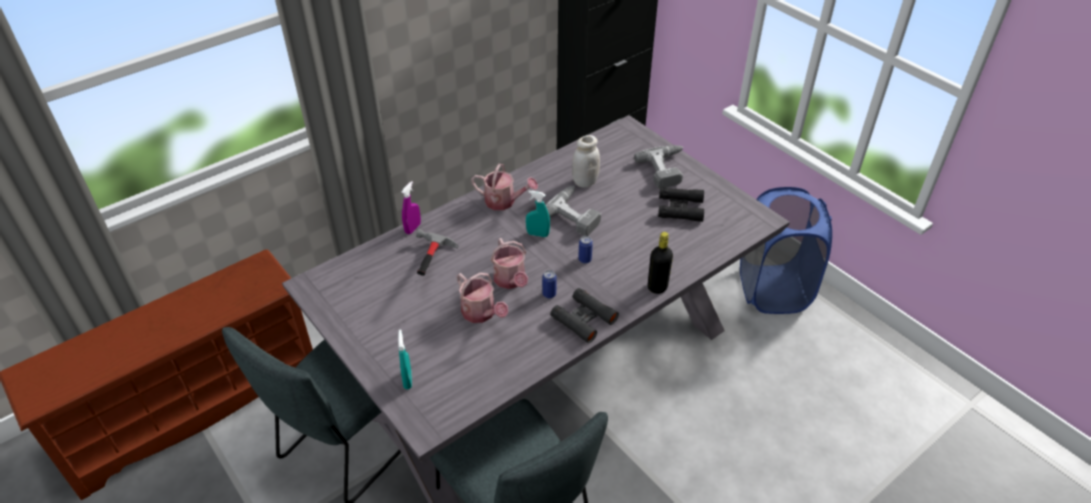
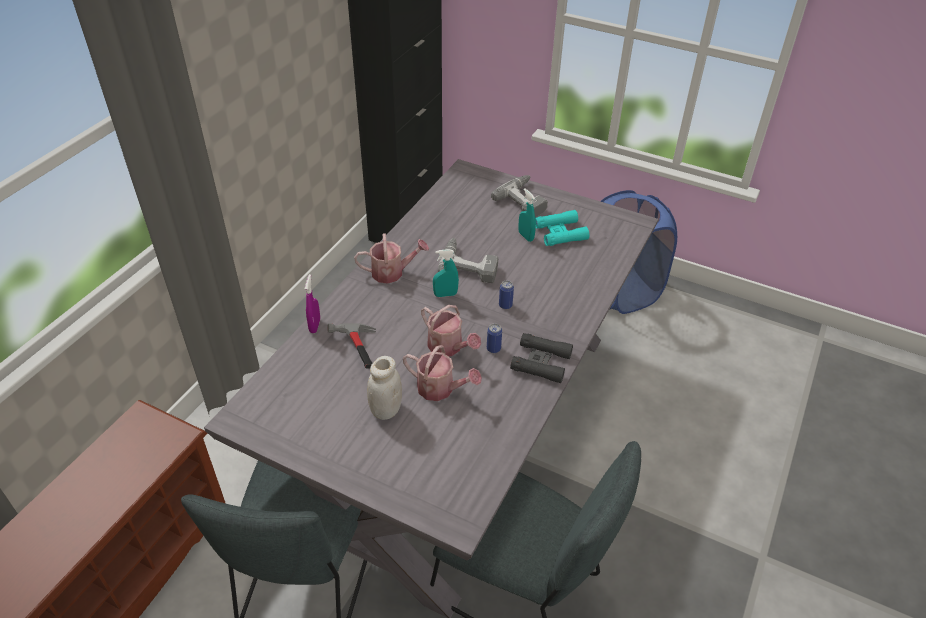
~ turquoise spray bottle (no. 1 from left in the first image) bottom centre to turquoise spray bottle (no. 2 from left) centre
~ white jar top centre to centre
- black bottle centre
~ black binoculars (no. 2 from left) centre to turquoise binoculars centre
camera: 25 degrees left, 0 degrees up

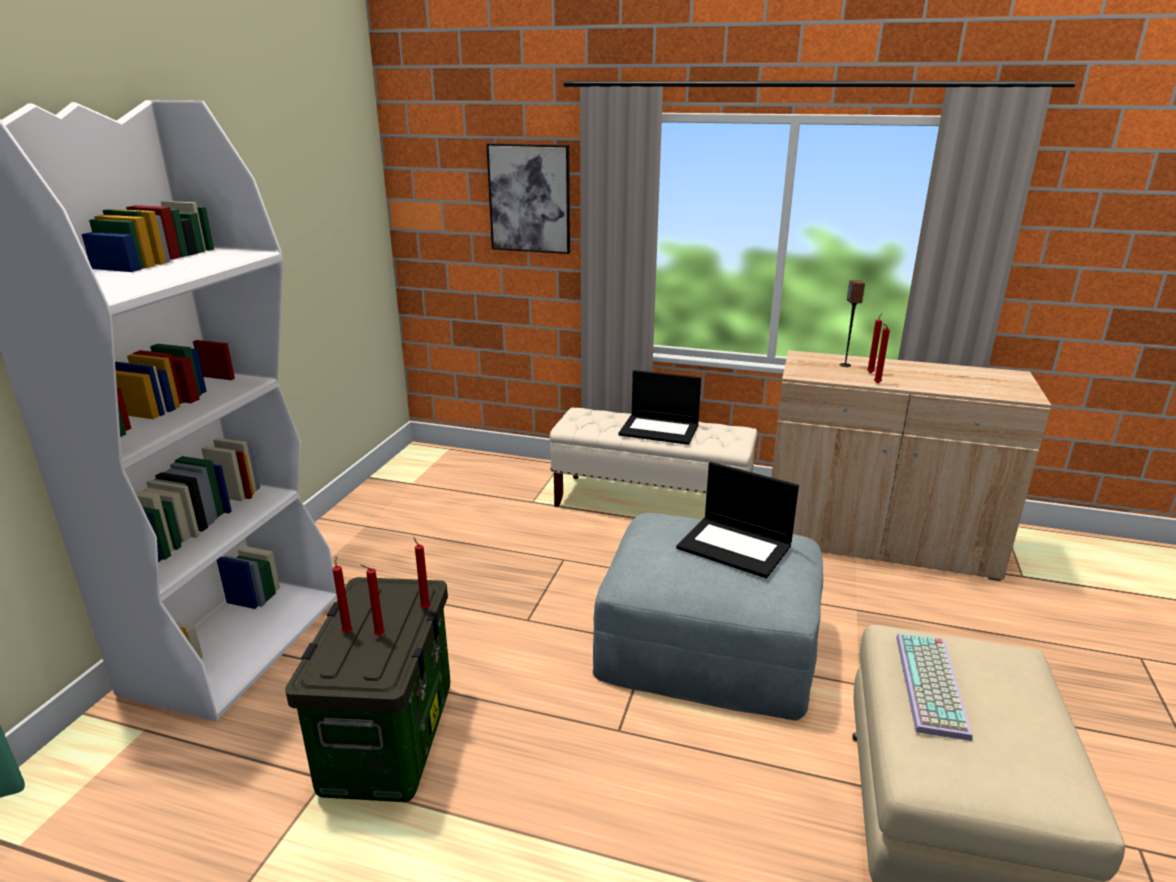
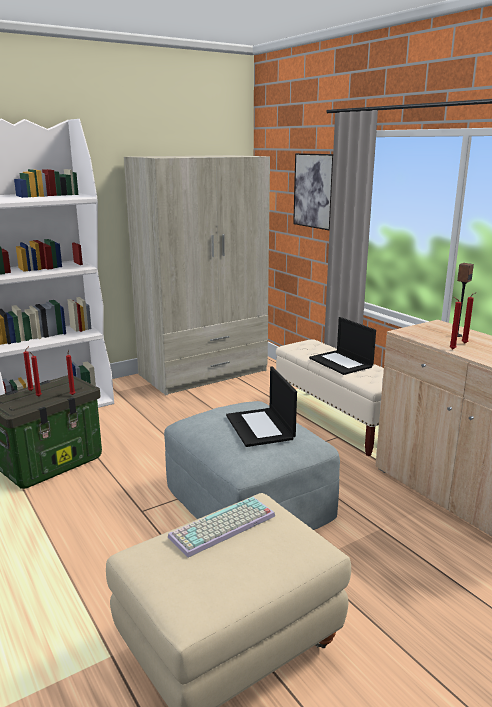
+ beige wardrobe centre
camera: 40 degrees right, 5 degrees down

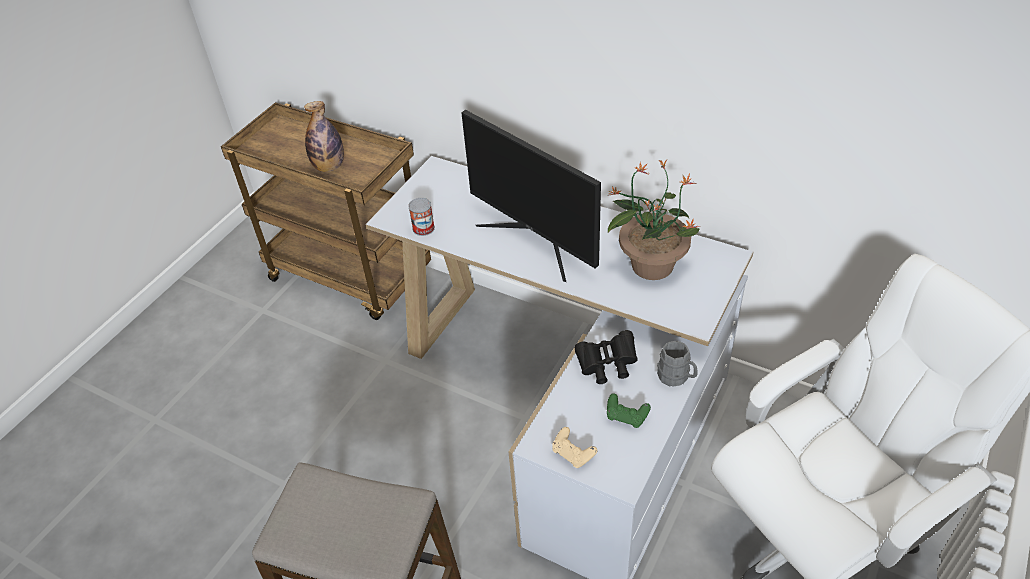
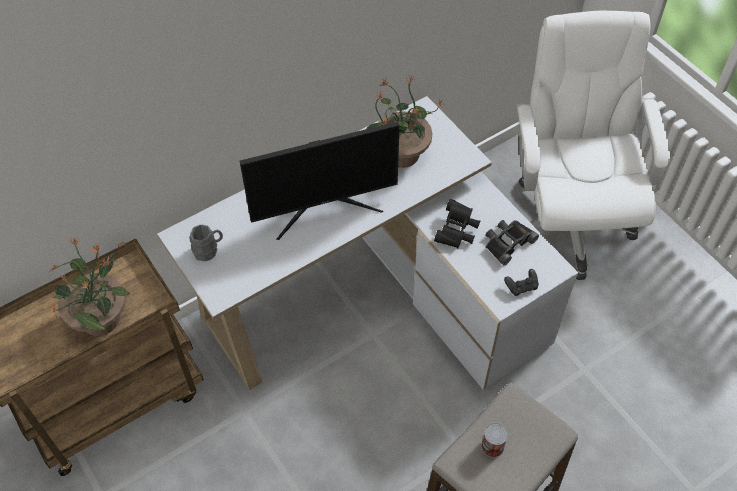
~ bottle top left to potted plant (no. 1 from left) middle left
~ can centre to bottom right
~ beige game controller bottom centre to black game controller middle right
~ green game controller bottom centre to black binoculars (no. 2 from left) middle right
~ grey mug centre to middle left
camera: 65 degrees left, 10 degrees up

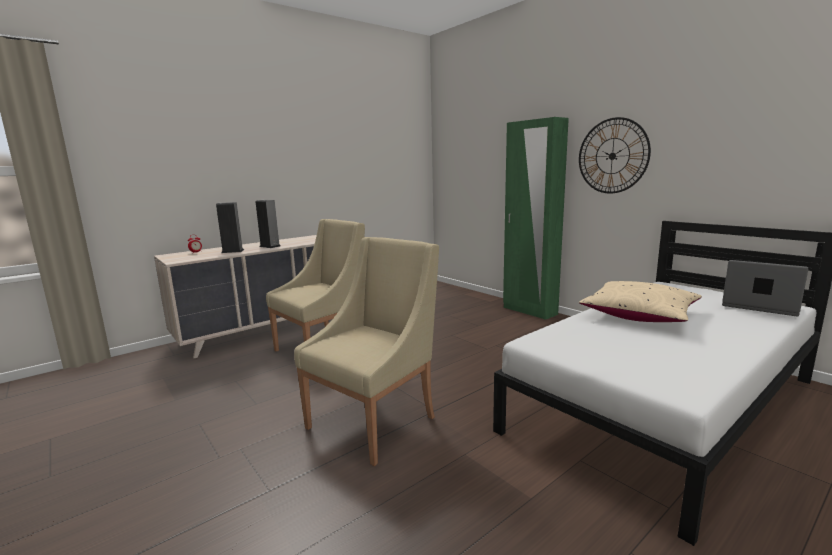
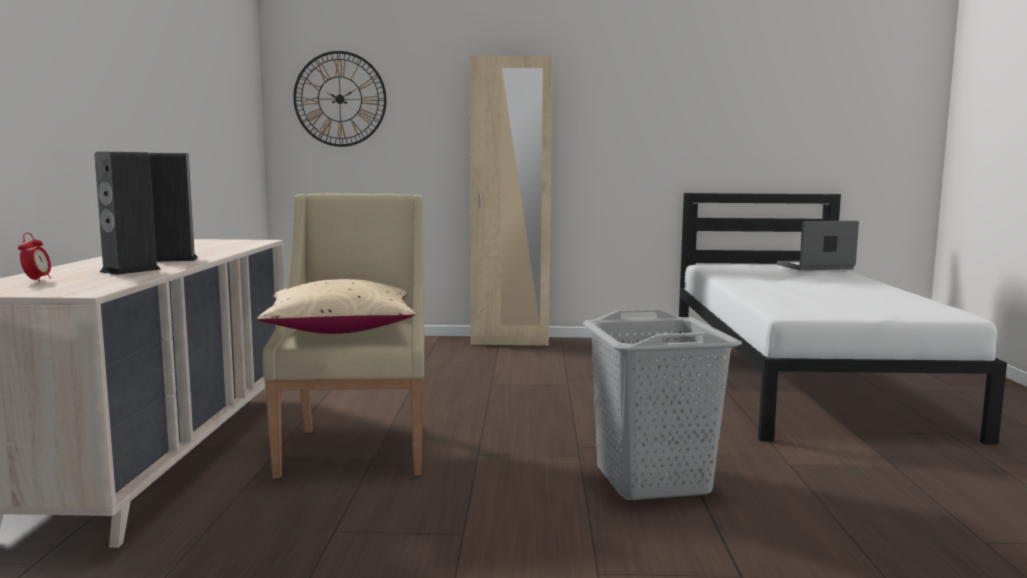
~ beige armchair (no. 2 from left) centre to grey laundry basket bottom centre
~ green wardrobe centre to beige wardrobe centre
~ wall clock top right to top left
~ beige pillow middle right to middle left
camera: 50 degrees left, 5 degrees down

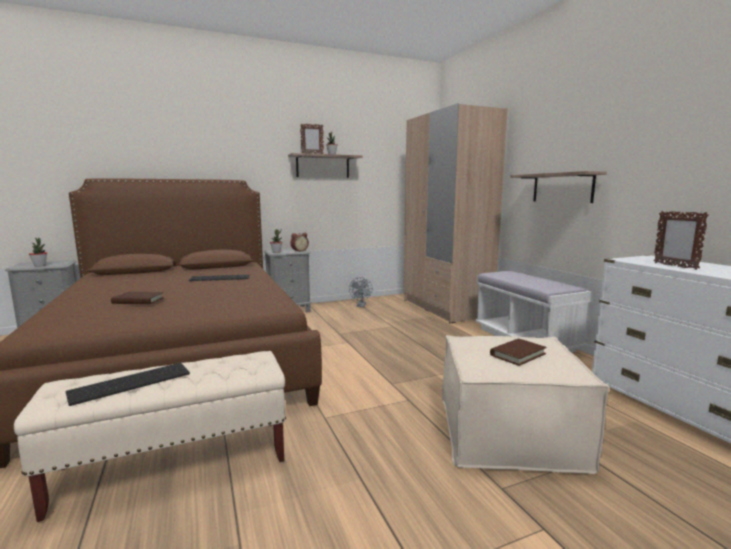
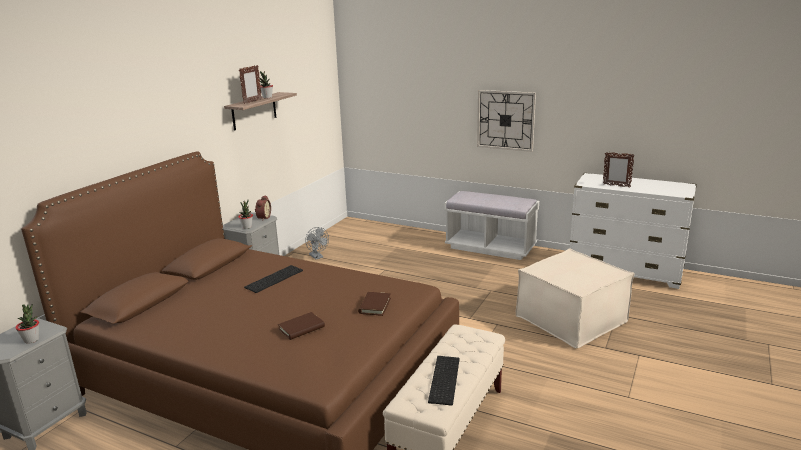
- beige wardrobe centre
~ brown book (no. 2 from left) middle right to bottom centre
~ shelf (no. 2 from left) middle right to wall clock top centre
camera: 40 degrees left, 10 degrees up

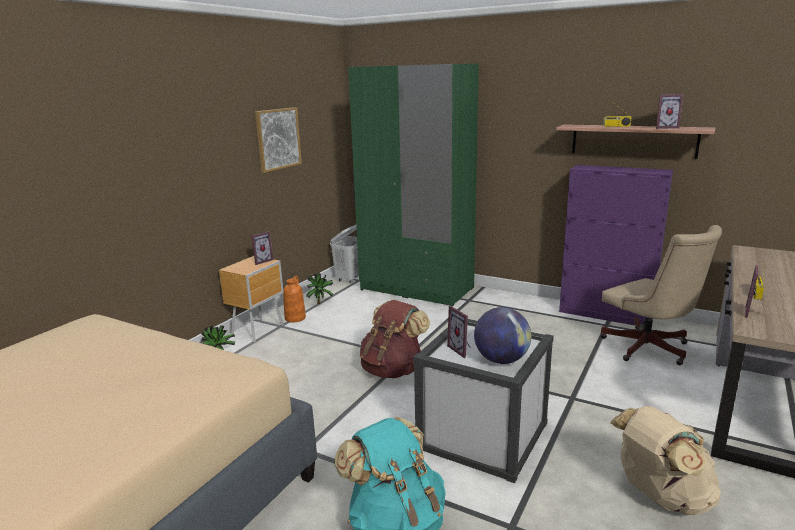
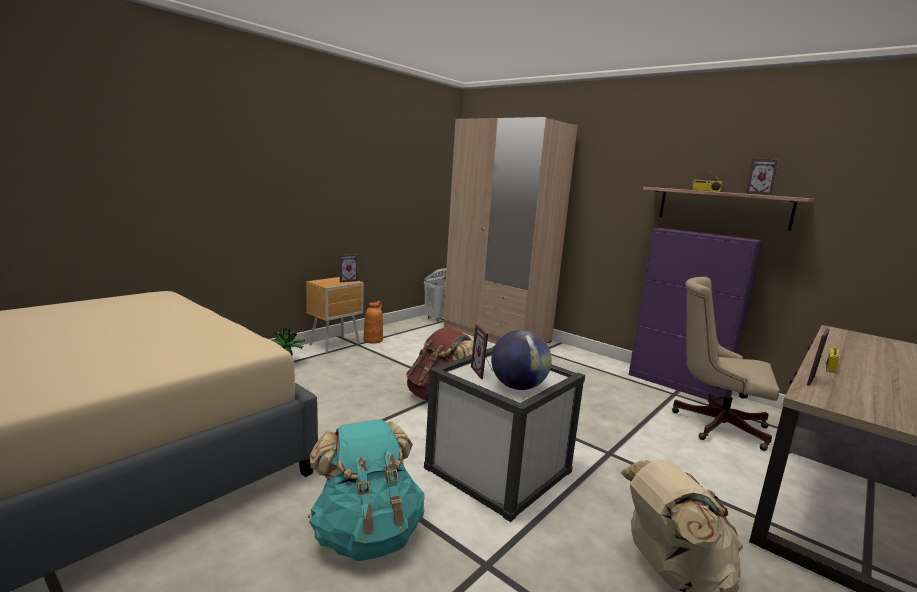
- picture top centre
- potted plant (no. 2 from left) centre
~ green wardrobe centre to beige wardrobe centre
~ beige office chair middle right = middle right 135 degrees clockwise
camera: 10 degrees right, 5 degrees down

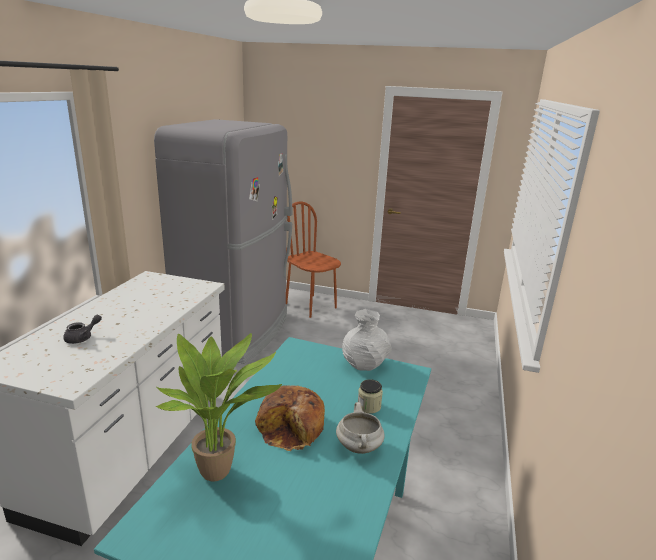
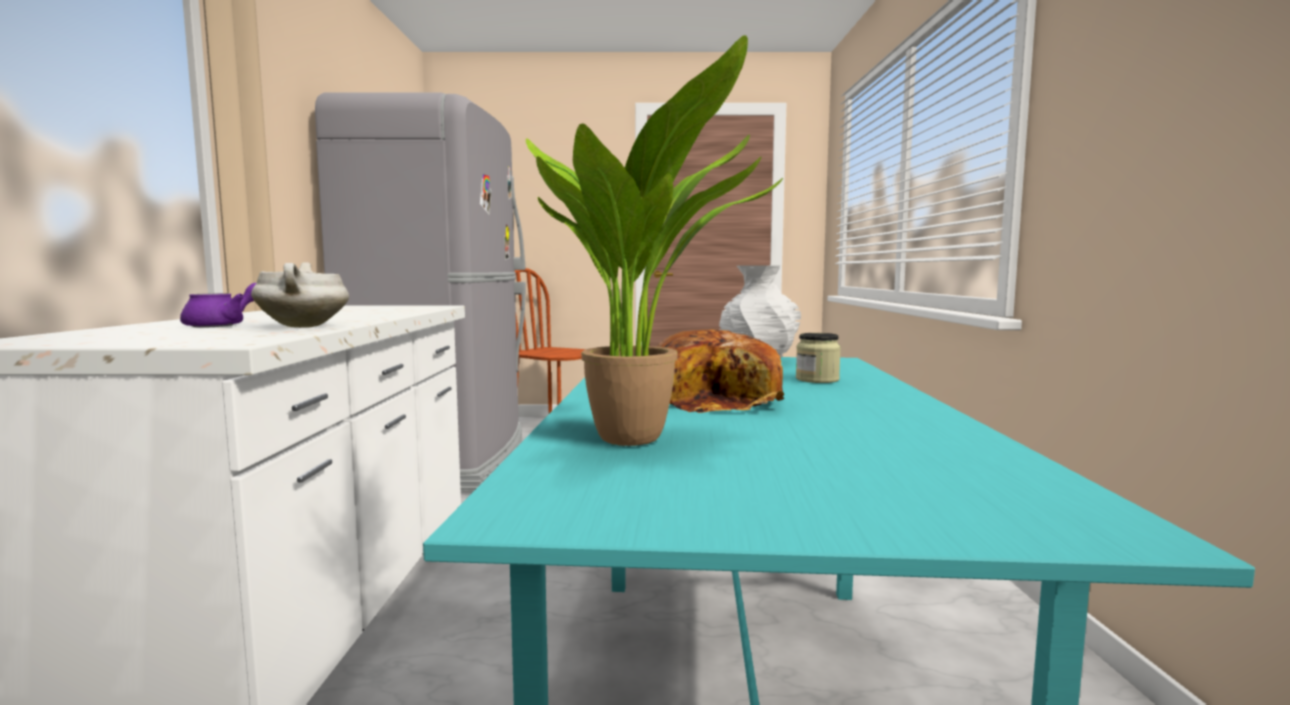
~ grey teapot middle left to purple teapot middle left
~ white cooking pot bottom centre to middle left
camera: 15 degrees left, 15 degrees down

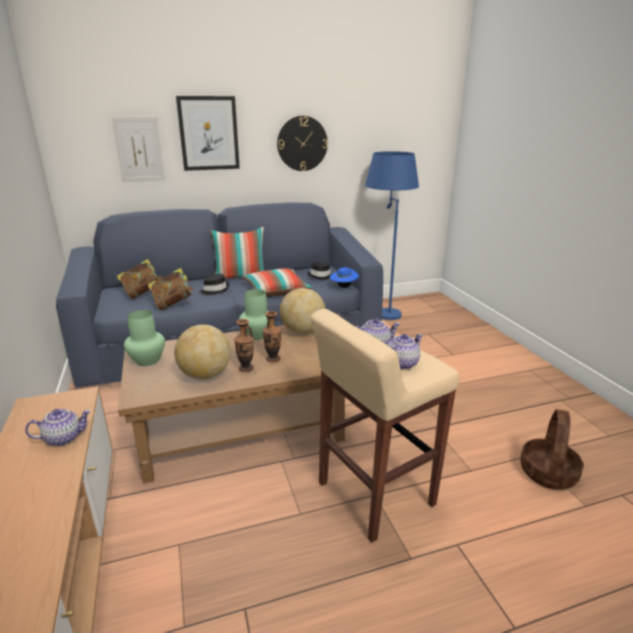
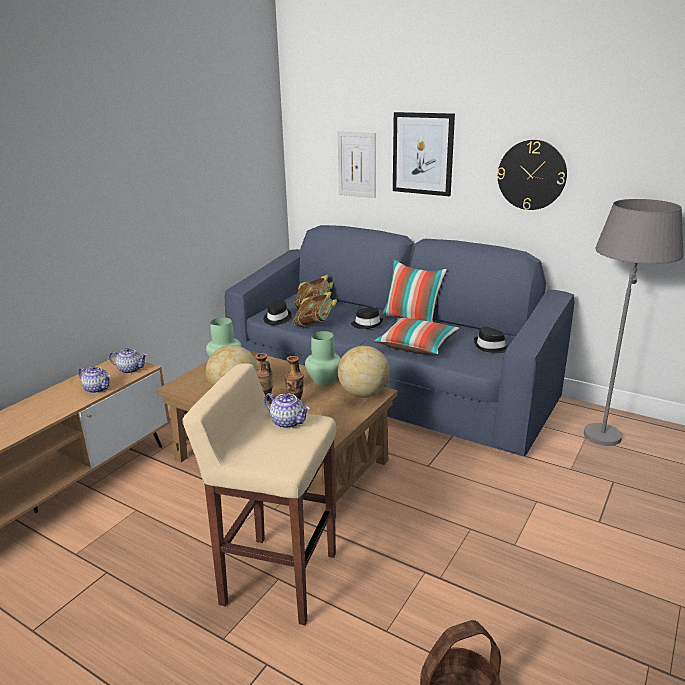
- blue hat centre
~ blue floor lamp centre to grey floor lamp middle right
~ teapot (no. 3 from left in the first image) centre to teapot (no. 2 from left) middle left
+ black hat (no. 1 from left) centre
camera: 50 degrees right, 0 degrees up

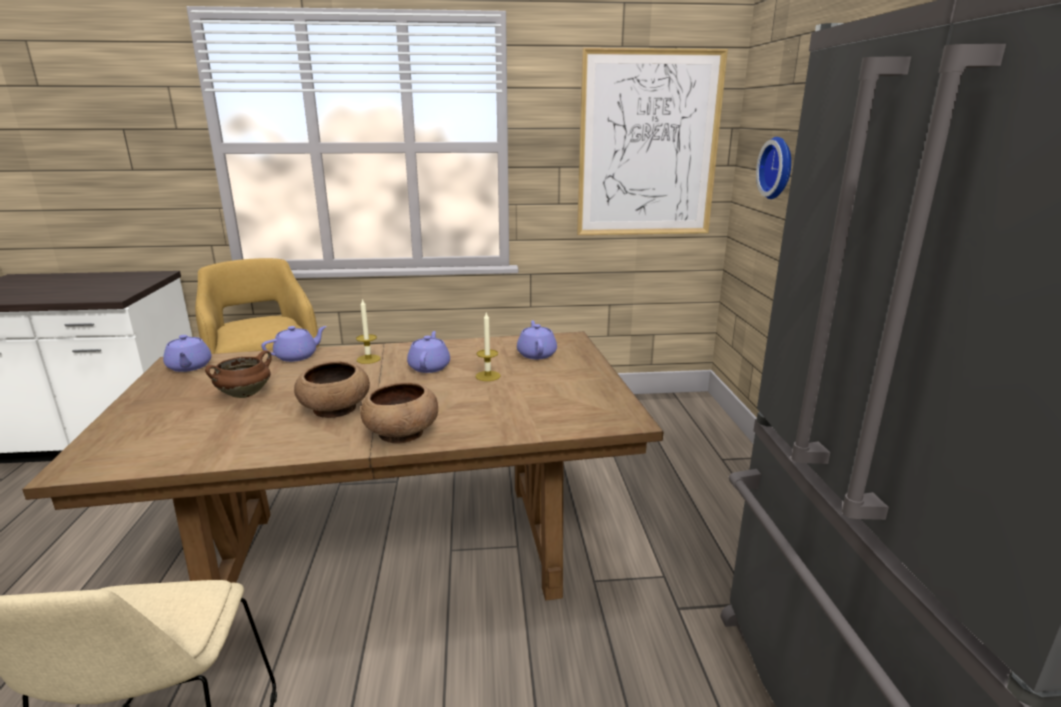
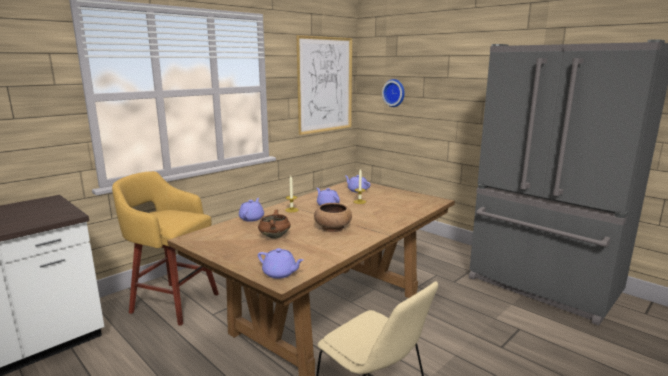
~ purple teapot (no. 1 from left in the first image) middle left to purple teapot (no. 2 from left) bottom centre
- brown bowl (no. 2 from left) centre
camera: 40 degrees left, 5 degrees down

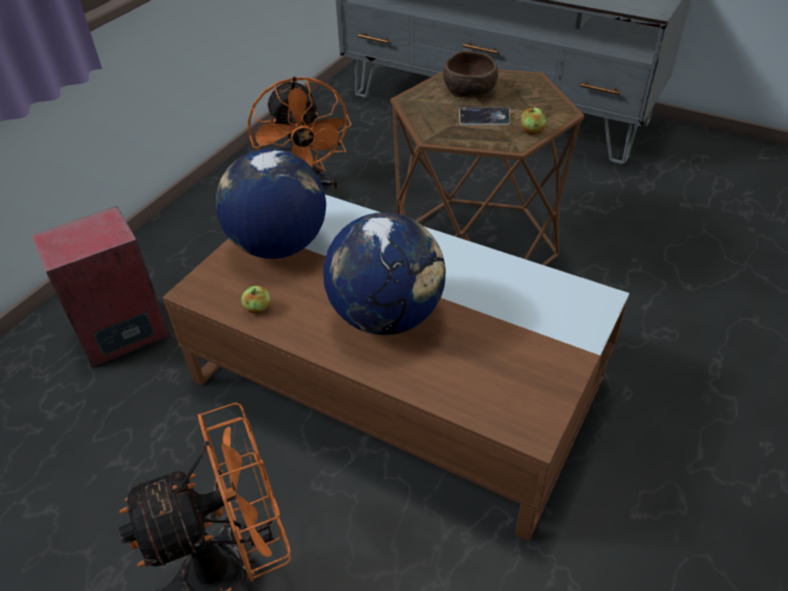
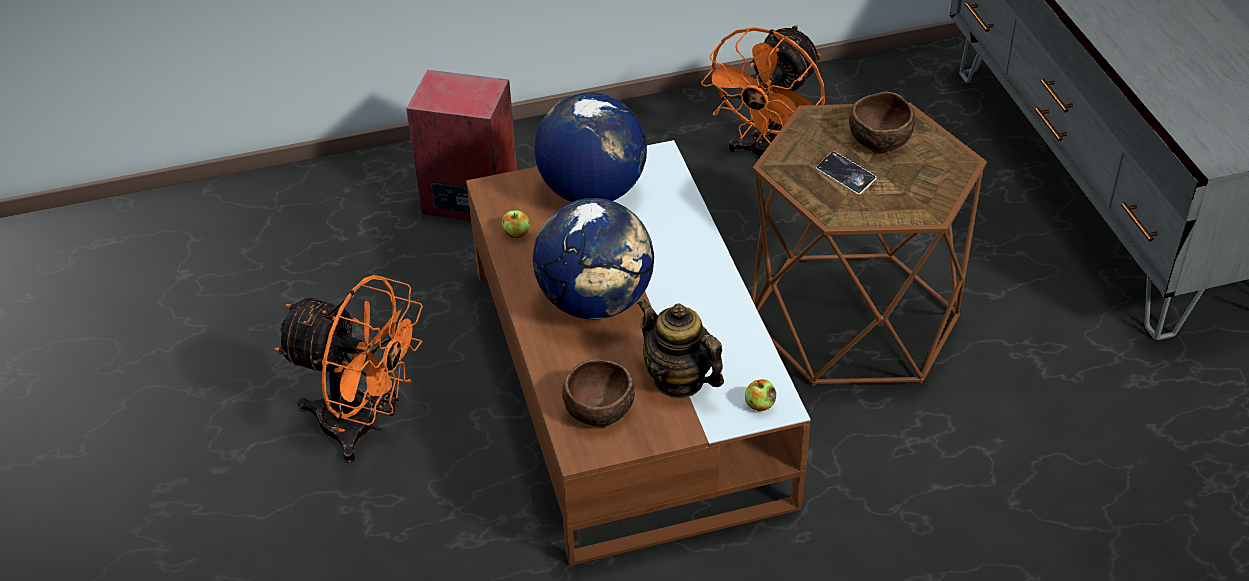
~ apple (no. 2 from left) top right to bottom centre
+ brown bowl (no. 1 from left) bottom centre
+ teapot centre
camera: 45 degrees right, 0 degrees up

